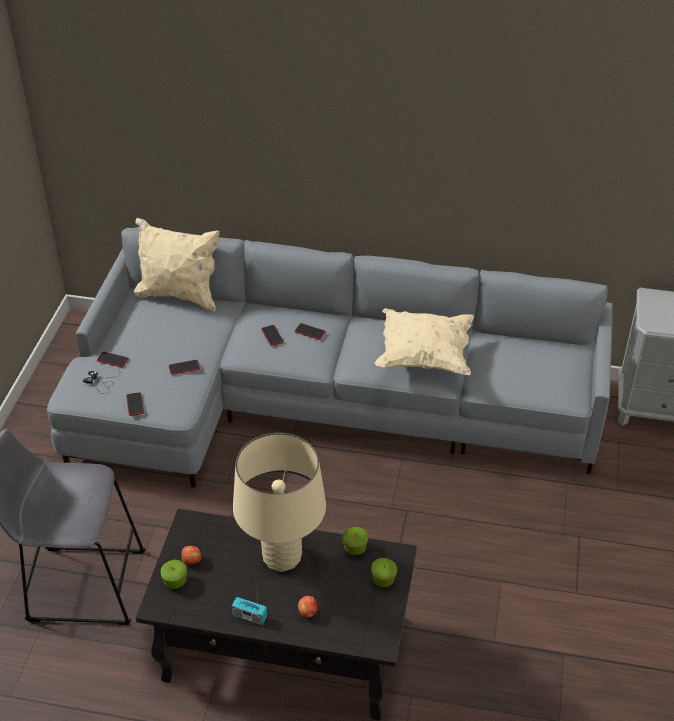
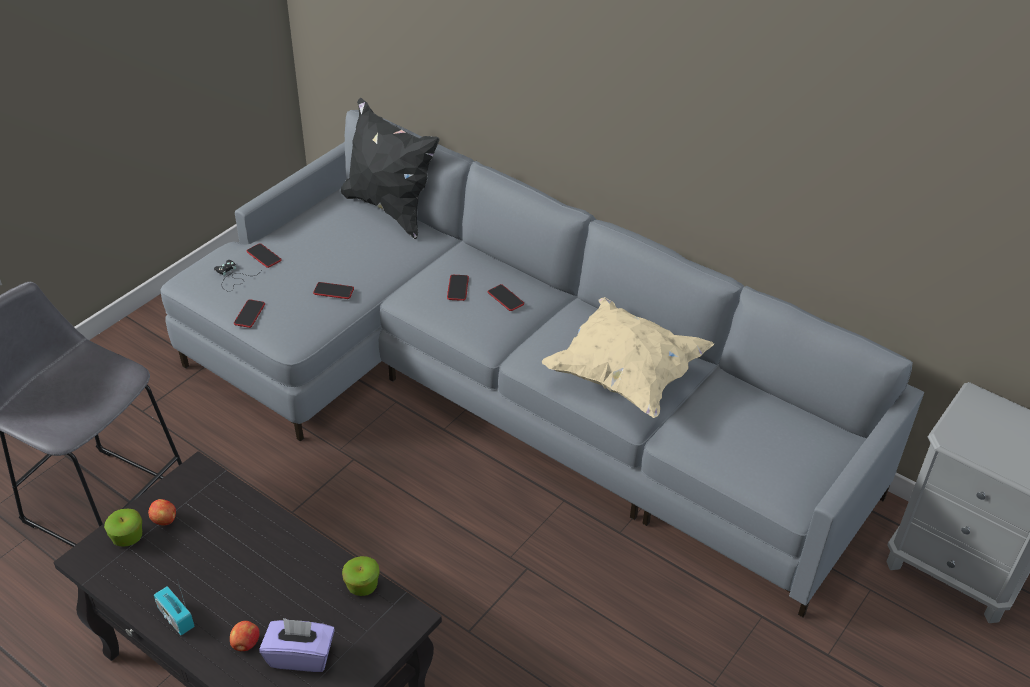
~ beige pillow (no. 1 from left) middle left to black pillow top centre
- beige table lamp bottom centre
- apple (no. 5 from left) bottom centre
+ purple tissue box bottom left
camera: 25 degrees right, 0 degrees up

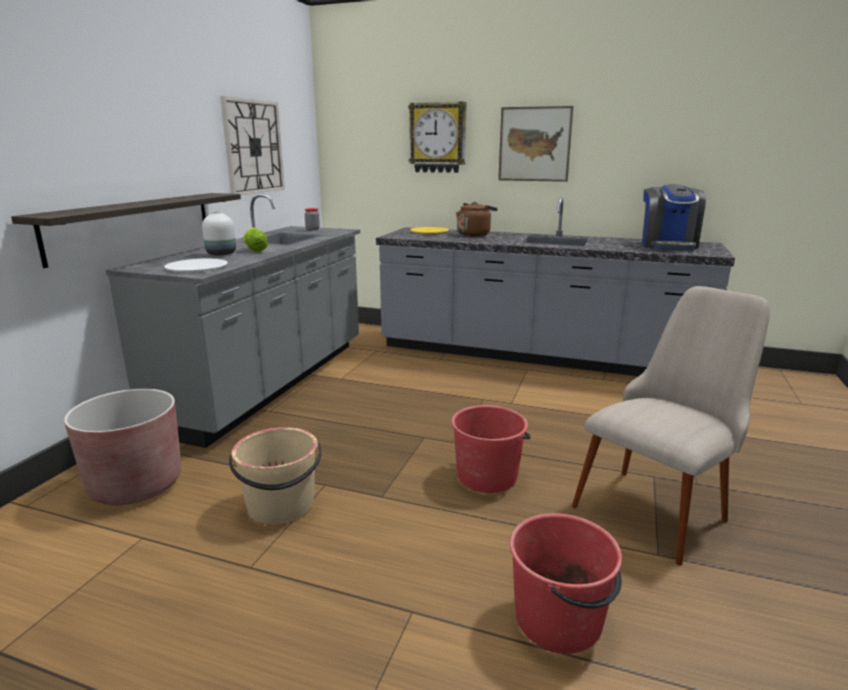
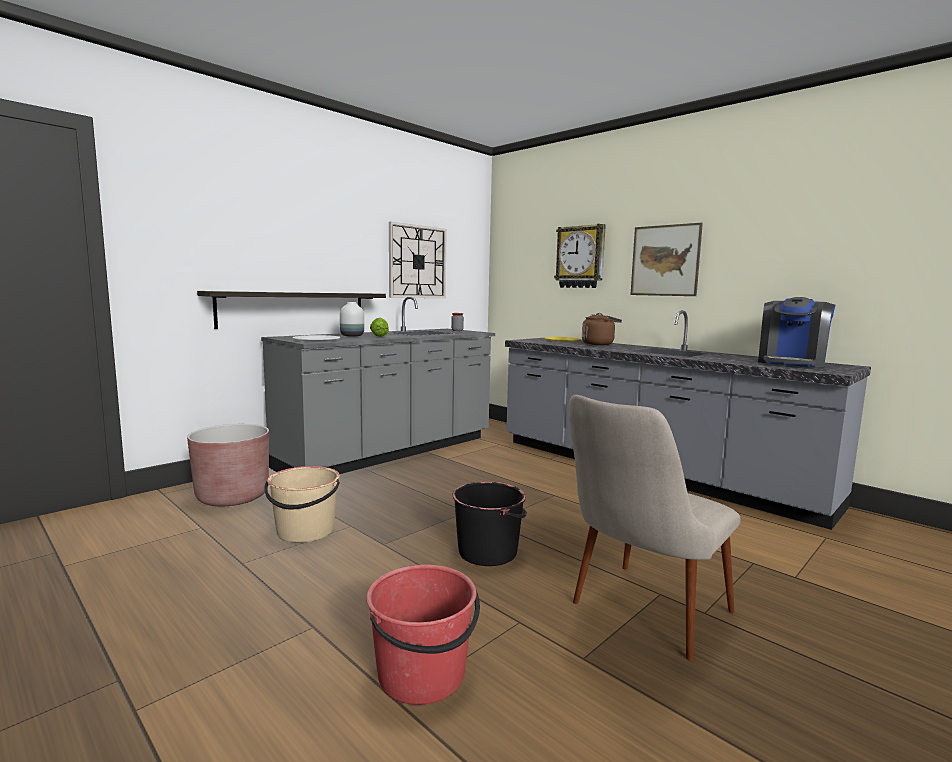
~ red bucket (no. 1 from left) centre to black bucket bottom centre
~ beige chair middle right = bottom right 150 degrees clockwise
camera: 25 degrees right, 10 degrees down

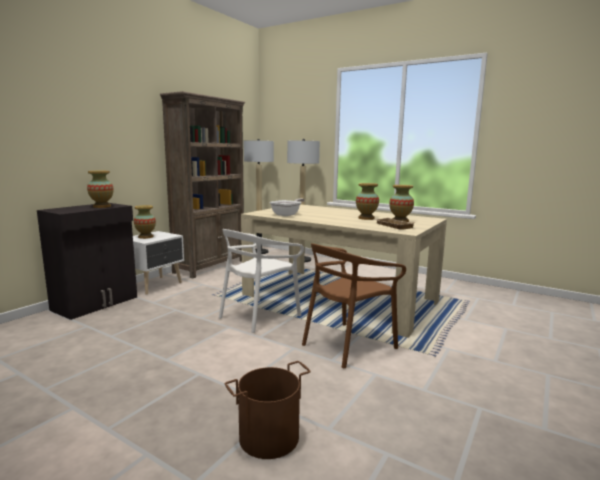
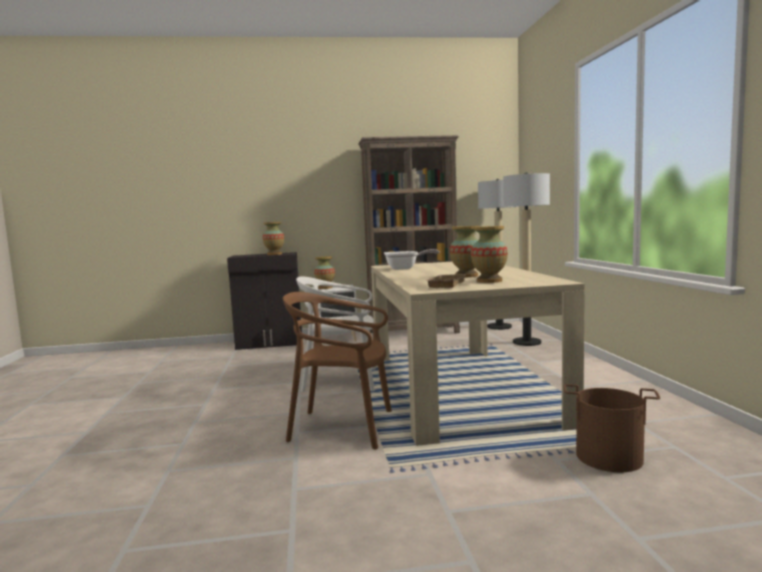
~ brown bucket bottom centre to bottom right
camera: 50 degrees right, 5 degrees down

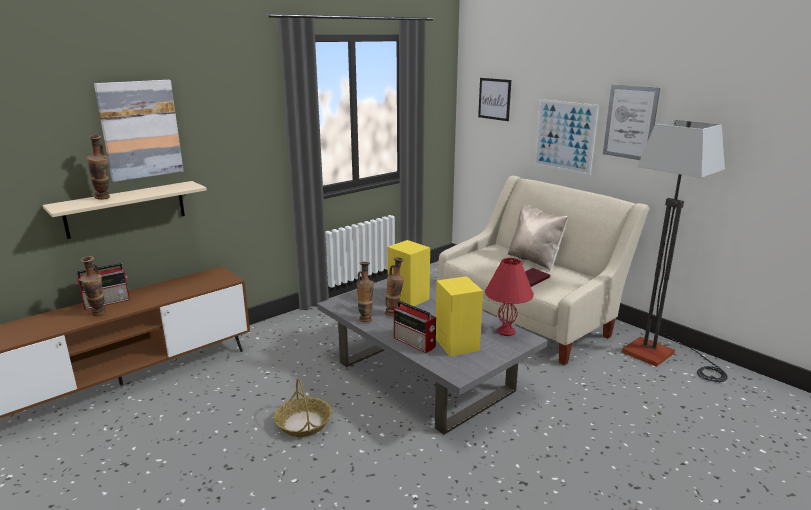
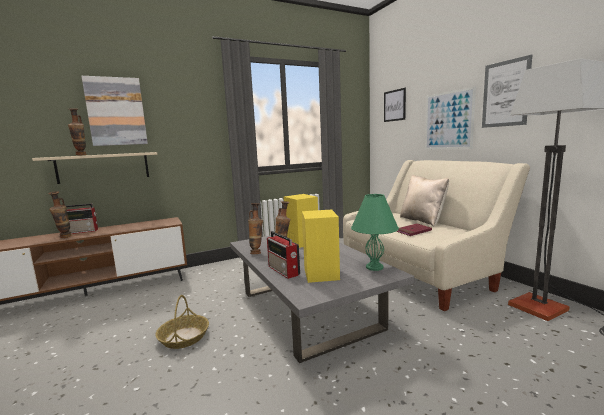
~ red table lamp centre to green table lamp centre
camera: 15 degrees right, 10 degrees down

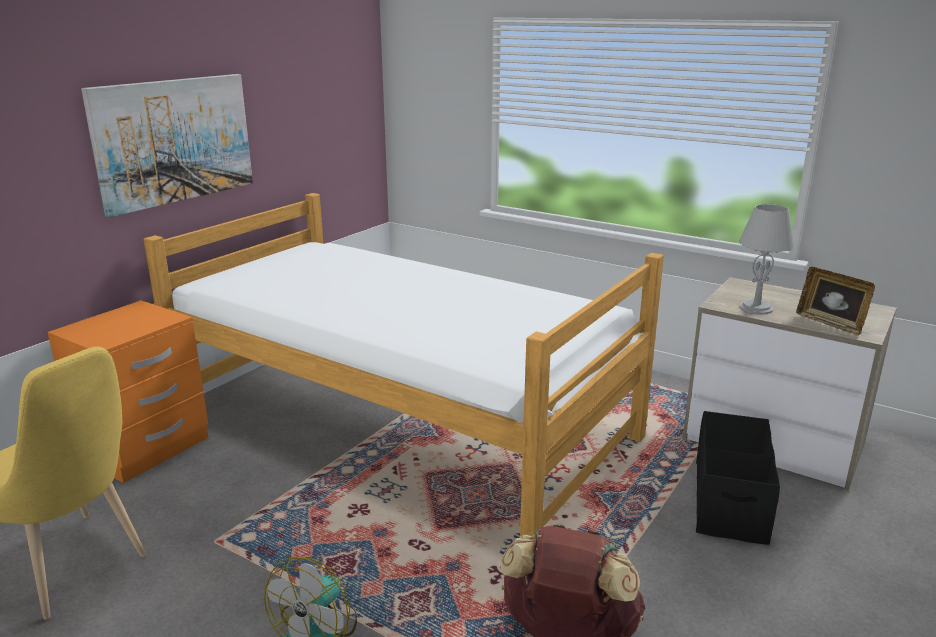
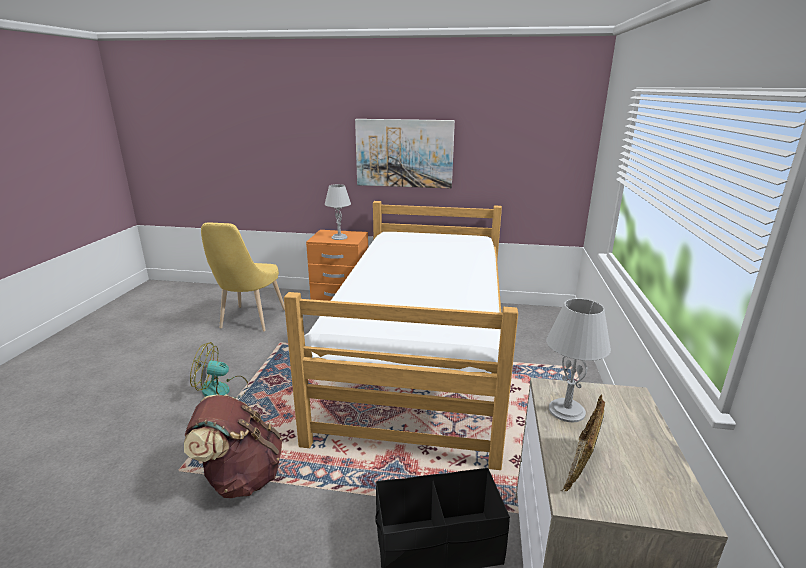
+ grey table lamp (no. 1 from left) centre
camera: 65 degrees right, 0 degrees up

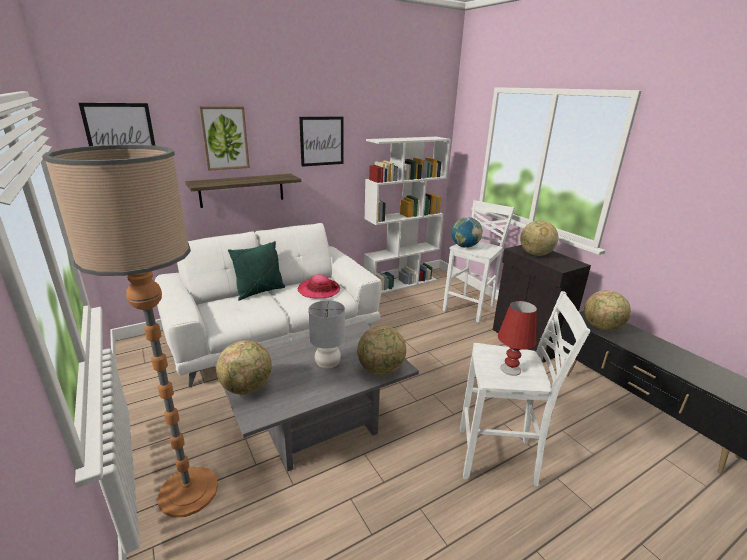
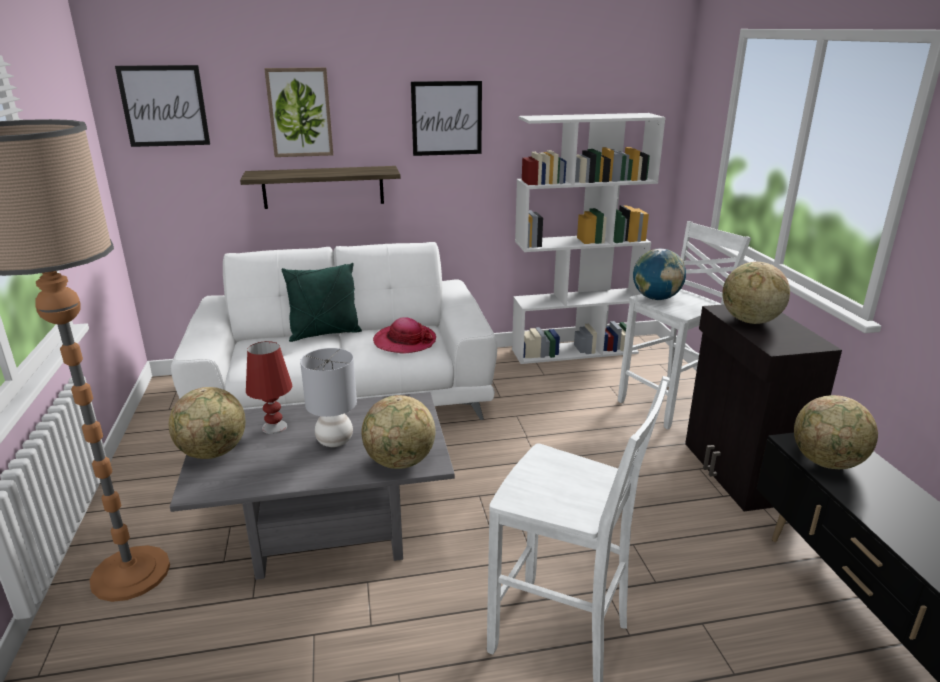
~ red table lamp middle right to middle left
camera: 20 degrees right, 0 degrees up

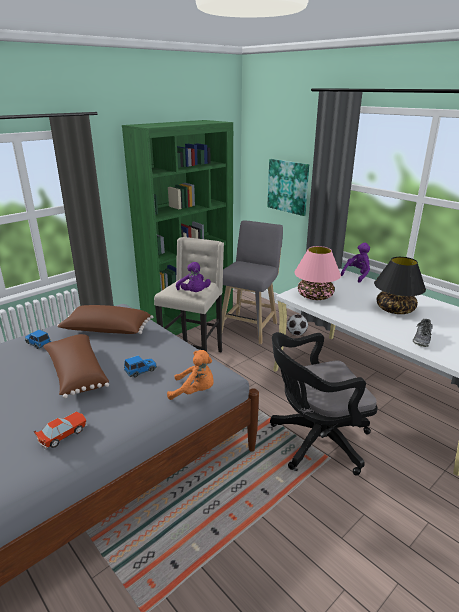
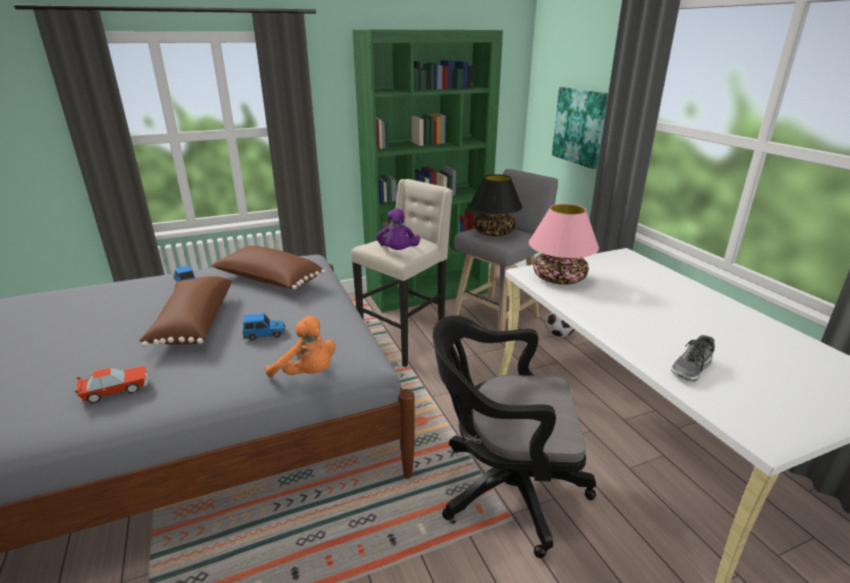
- purple plush toy (no. 2 from left) middle right
~ black table lamp middle right to centre
camera: 20 degrees right, 0 degrees up

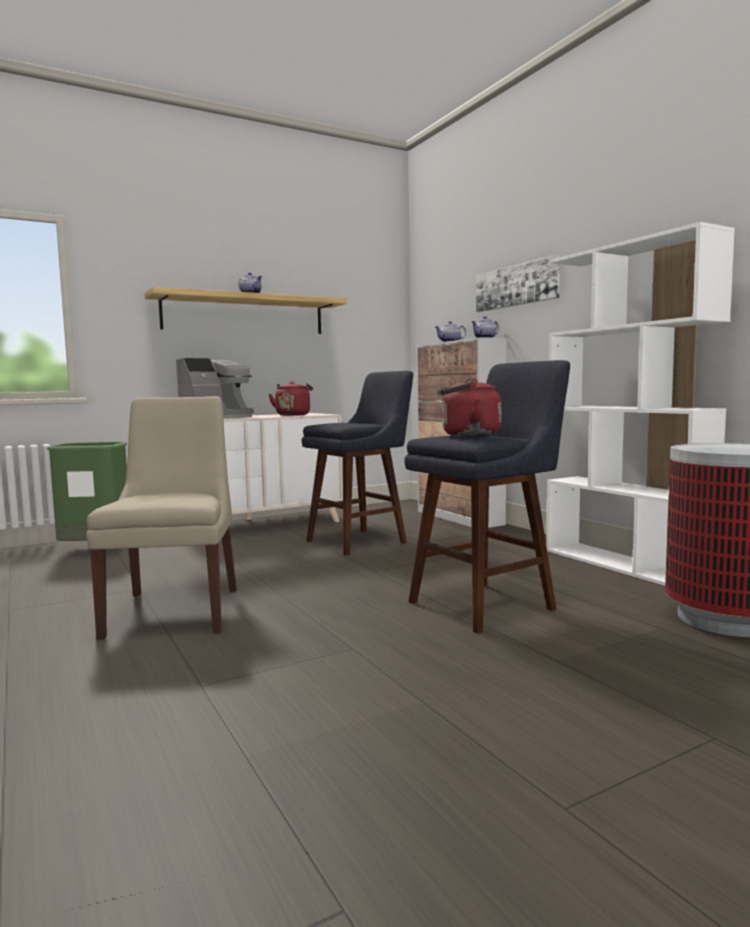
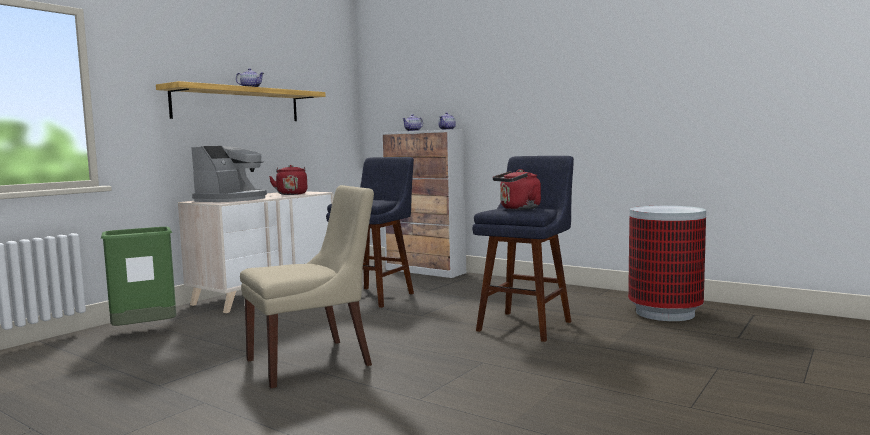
~ beige chair middle left = centre 90 degrees clockwise
- picture top right
- white bookcase middle right
camera: 25 degrees left, 0 degrees up

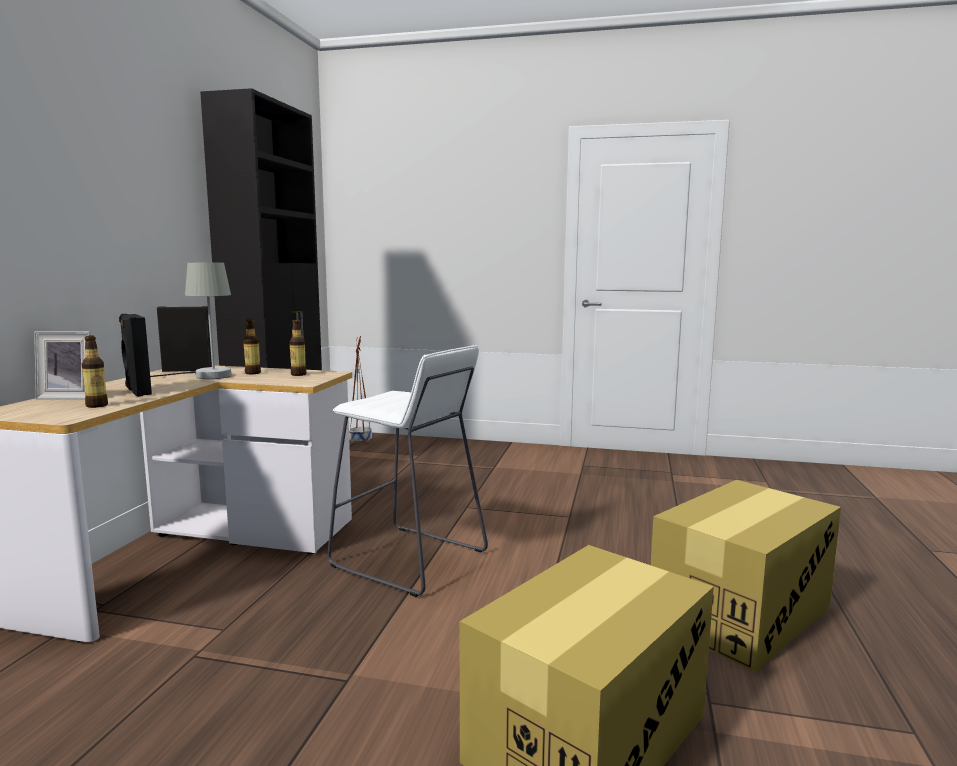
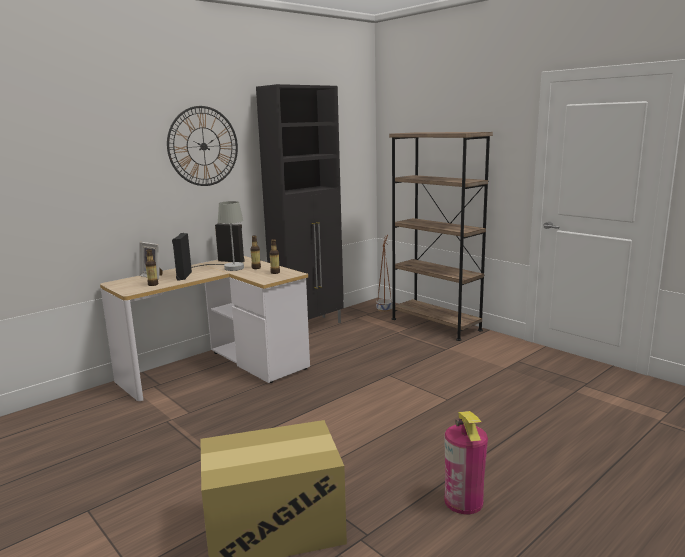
- white stool centre
~ cardboard box (no. 2 from left) bottom right to fire extinguisher bottom right
+ wall clock top left
+ brown bookcase centre
camera: 35 degrees right, 5 degrees up

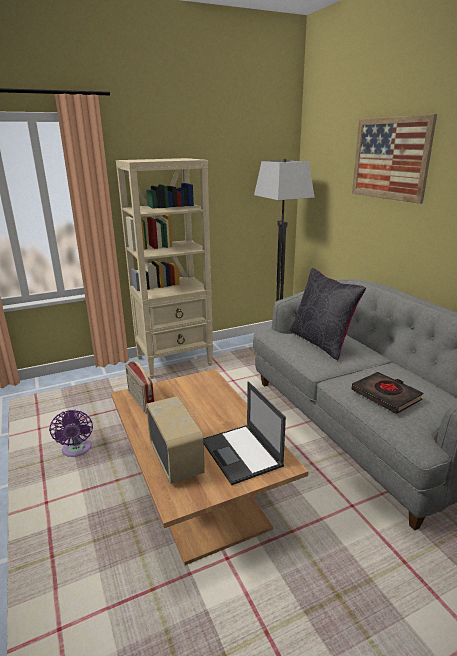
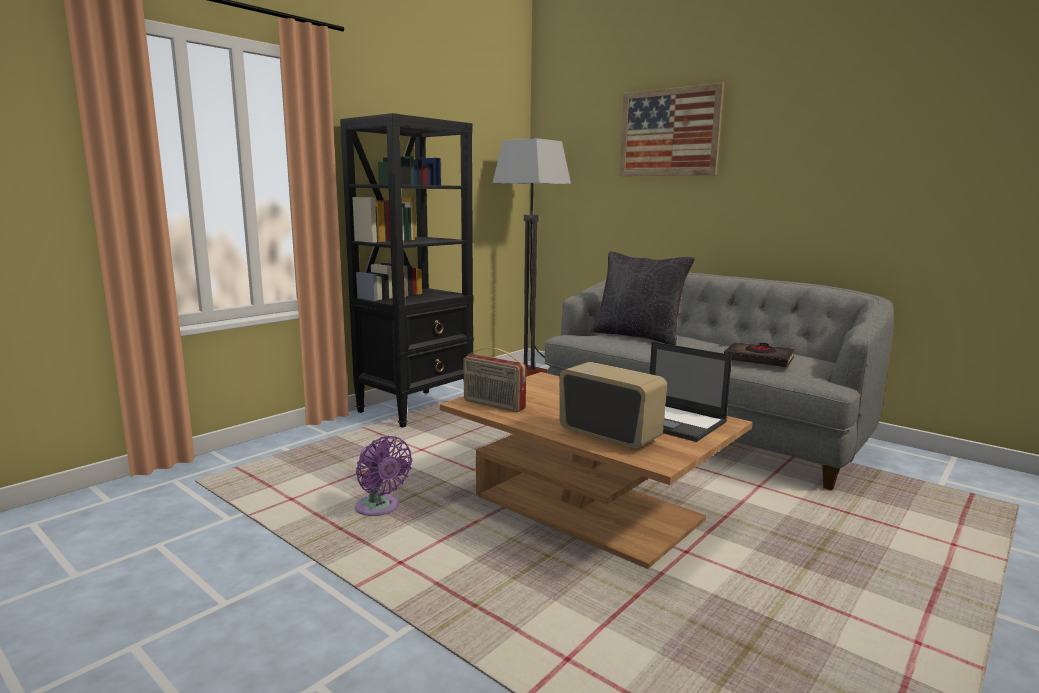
~ beige bookcase centre to black bookcase centre
camera: 25 degrees left, 10 degrees down

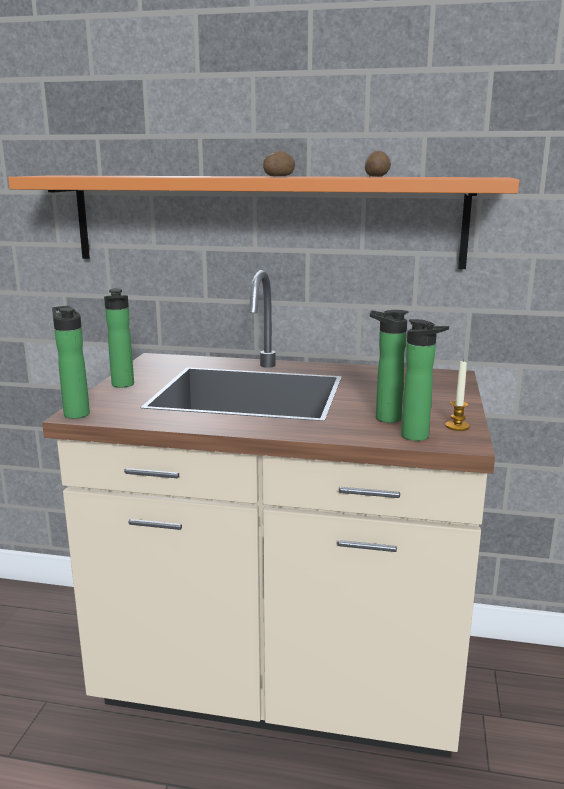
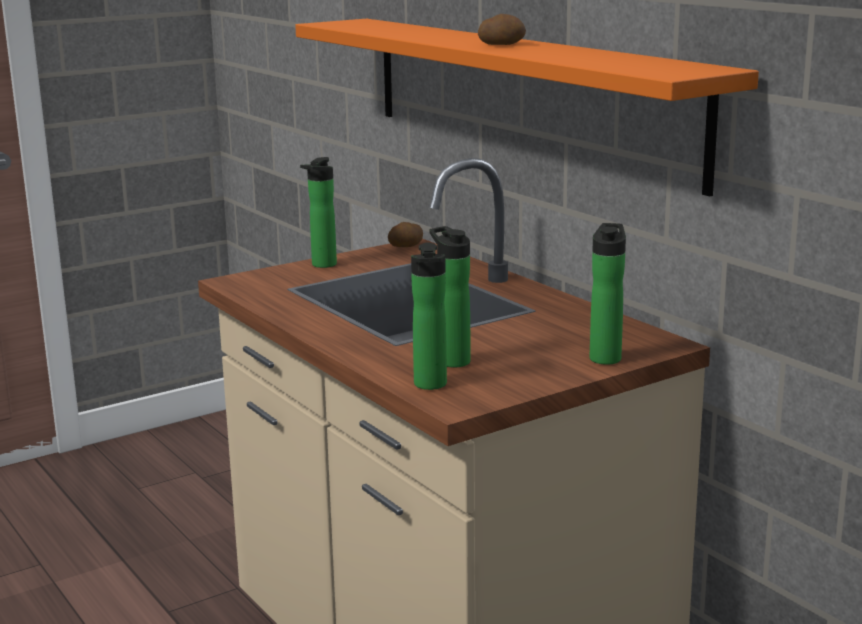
~ bottle (no. 1 from left in the first image) middle left to bottle (no. 4 from left) middle right
~ potato (no. 2 from left in the first image) top right to potato (no. 1 from left) centre
- candle middle right
camera: 45 degrees right, 0 degrees up

